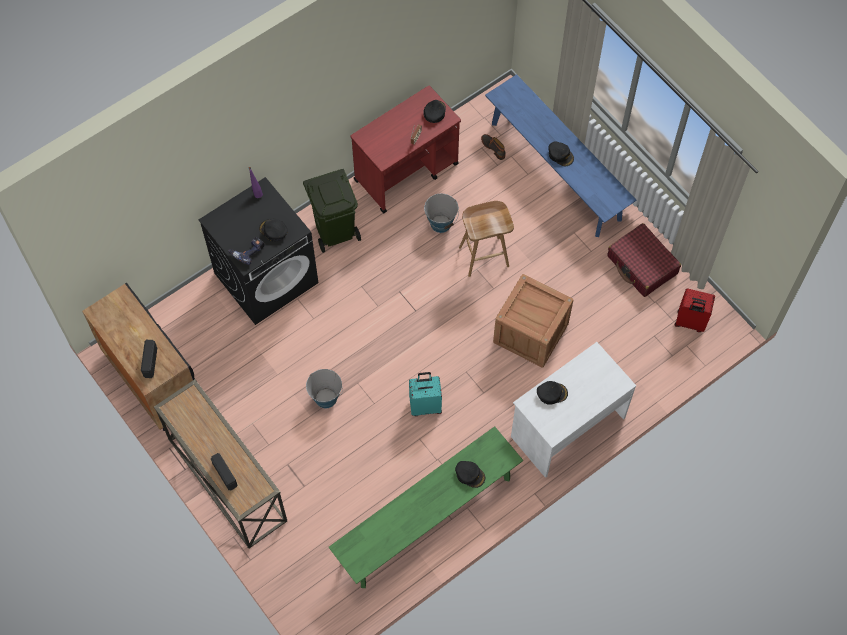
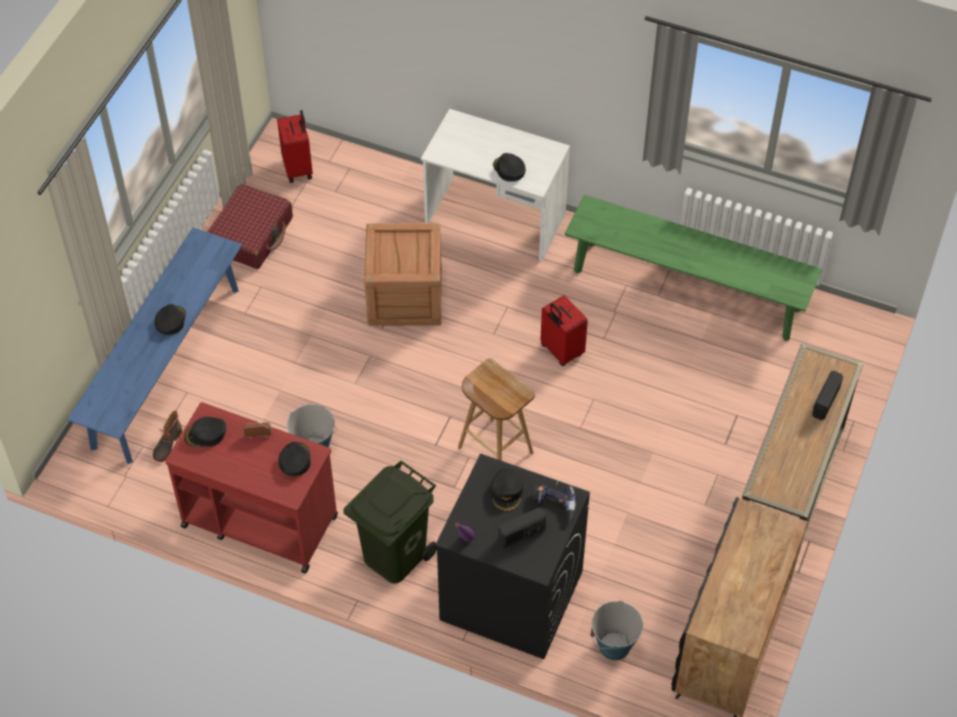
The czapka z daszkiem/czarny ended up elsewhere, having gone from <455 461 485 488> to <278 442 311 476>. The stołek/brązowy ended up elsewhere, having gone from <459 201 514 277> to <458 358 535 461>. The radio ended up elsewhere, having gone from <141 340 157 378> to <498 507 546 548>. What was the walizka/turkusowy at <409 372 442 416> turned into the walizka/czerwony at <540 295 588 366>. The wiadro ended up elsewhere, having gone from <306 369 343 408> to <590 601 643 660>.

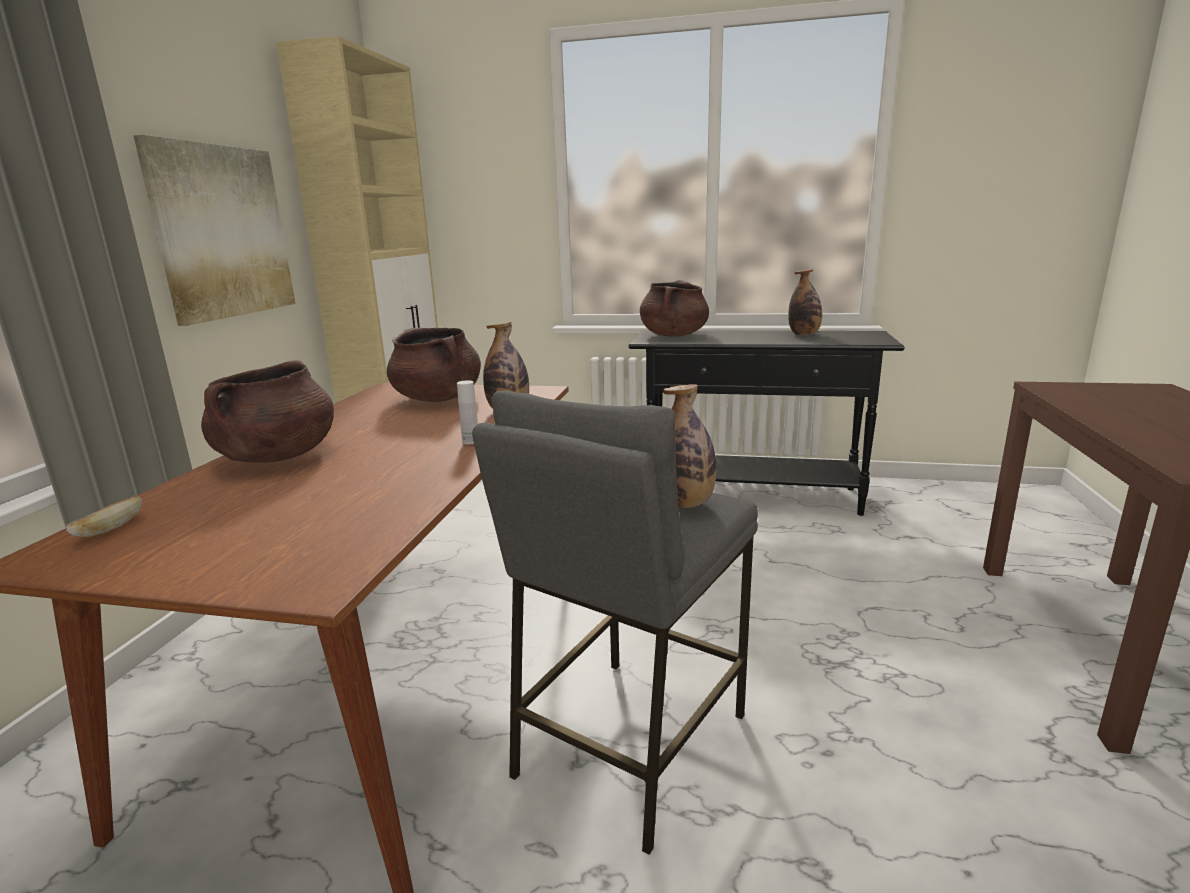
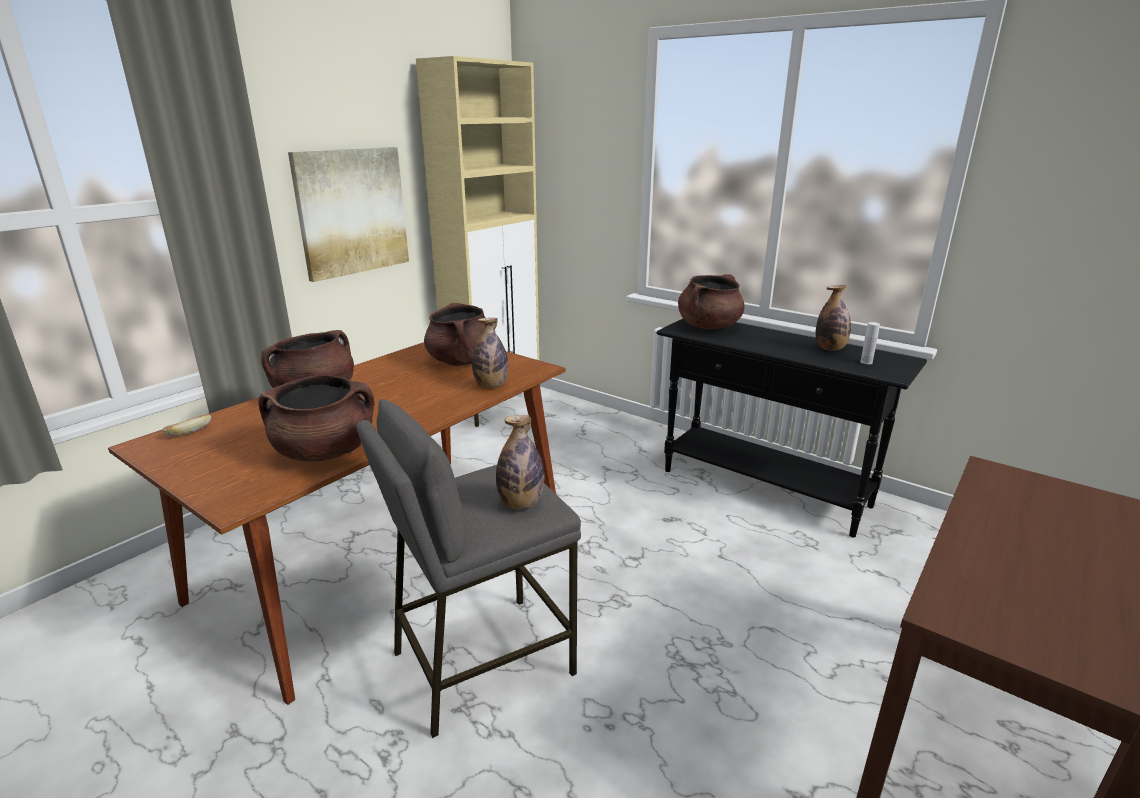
The second view gained the garnek/brązowy at <258 375 375 462>. The butelka/biały ended up elsewhere, having gone from <457 380 478 444> to <860 322 880 364>.

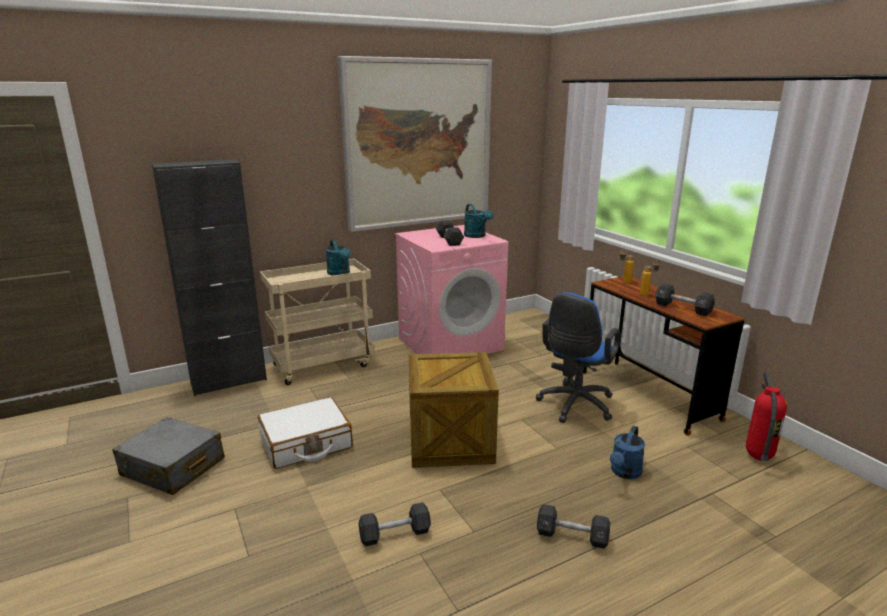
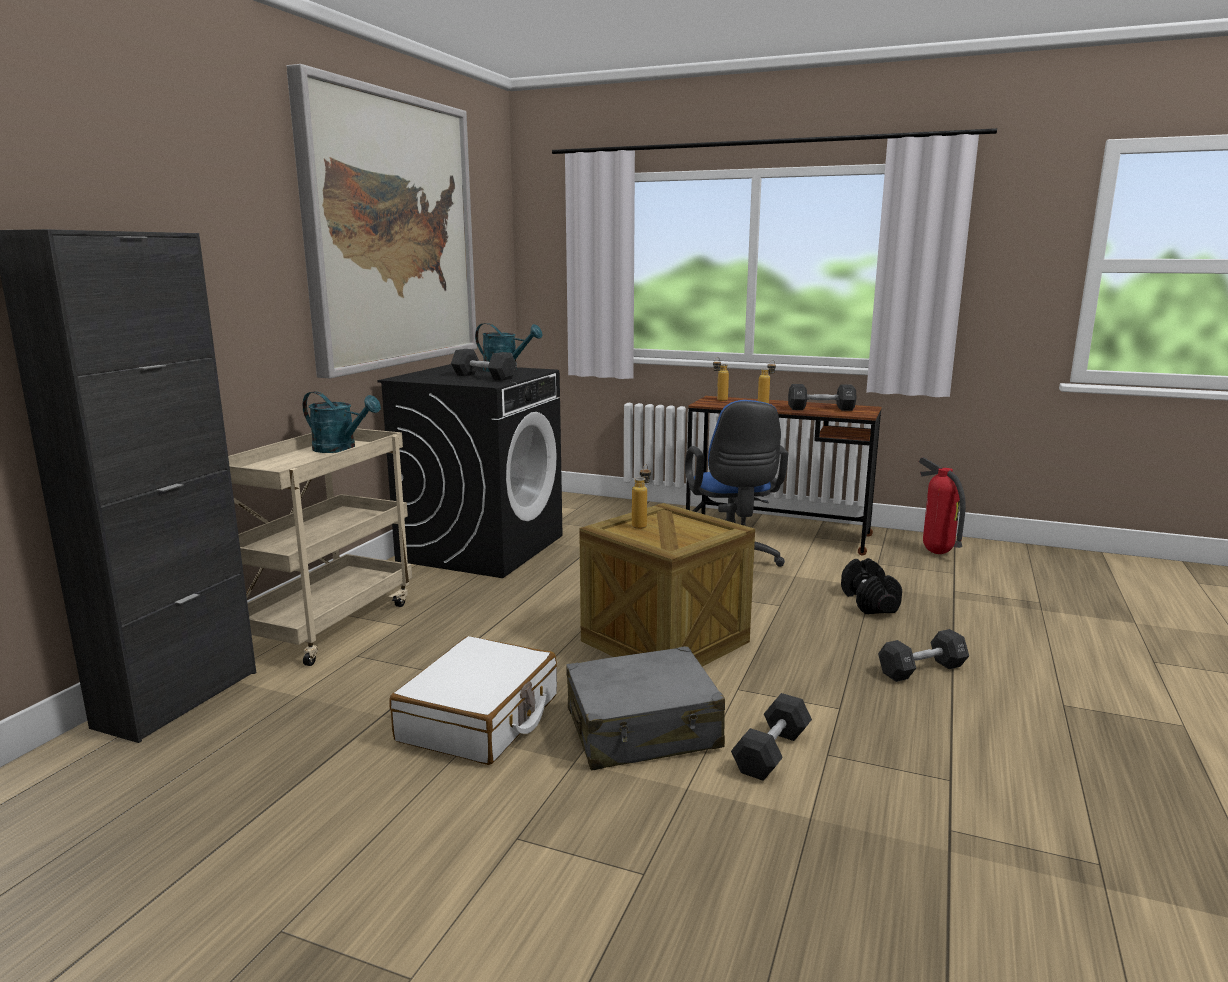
What was the pralka/różowy at <395 225 508 354> turned into the pralka/czarny at <377 364 563 578>. The walizka/szary ended up elsewhere, having gone from <112 417 225 495> to <566 646 725 770>. The second view gained the butelka at <632 464 651 529>. Where the konewka/niebieski stood at <610 426 645 479>, the hantel/czarny came to stand at <841 558 902 614>.

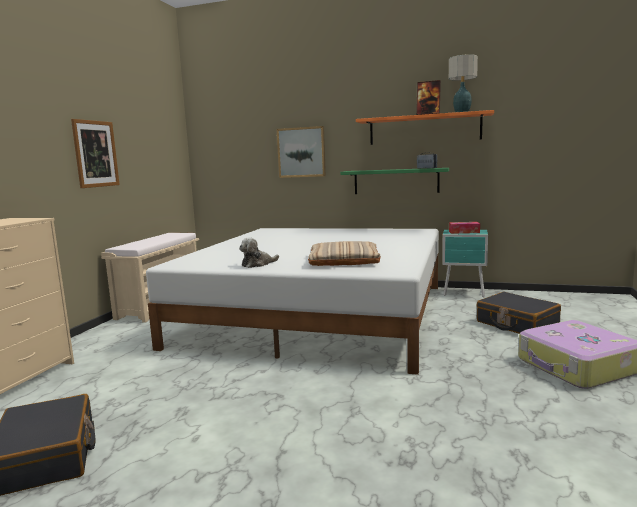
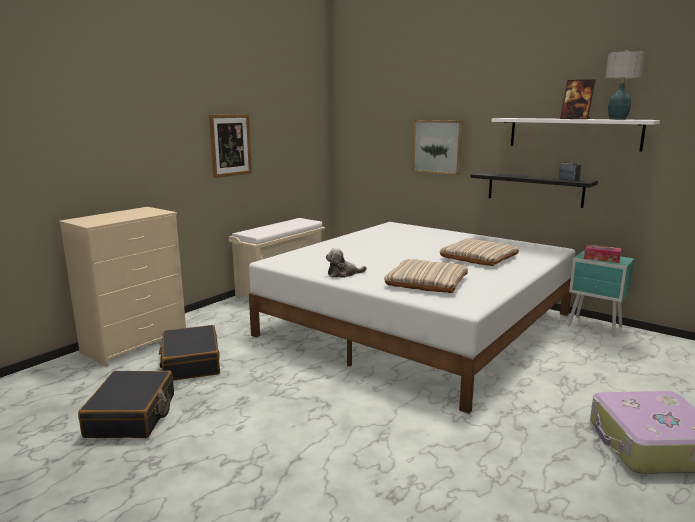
The walizka/czarny ended up elsewhere, having gone from <476 292 561 334> to <159 325 220 381>. The second view gained the poduszka/beżowy at <440 239 519 266>. What was the półka/zielony at <340 168 449 194> turned into the półka/czarny at <470 172 598 208>. What was the półka/pomarańczowy at <356 110 494 145> turned into the półka/biały at <491 118 660 151>.

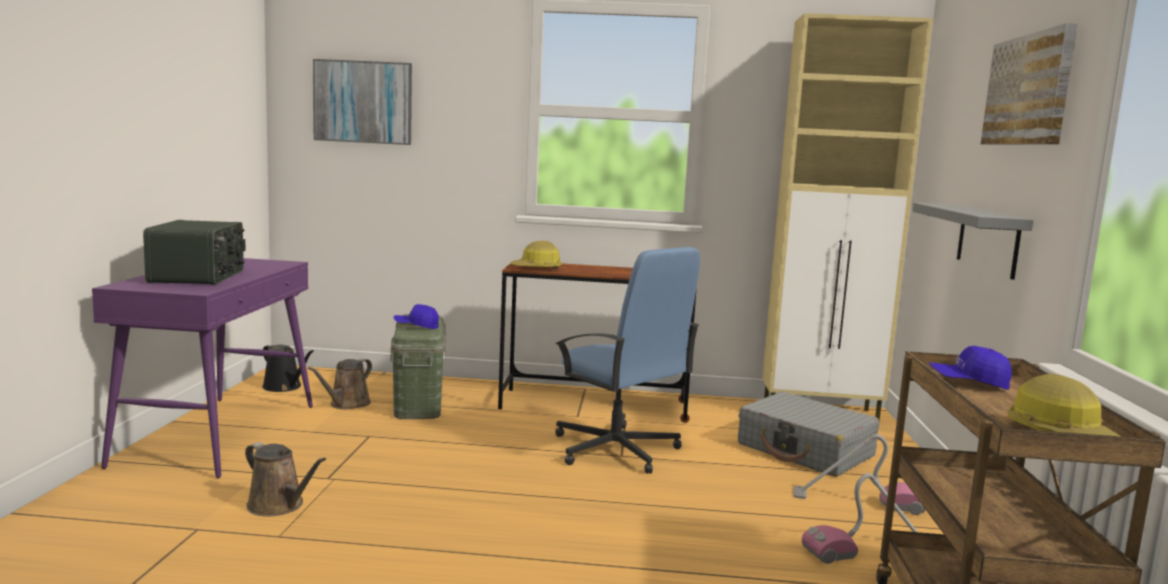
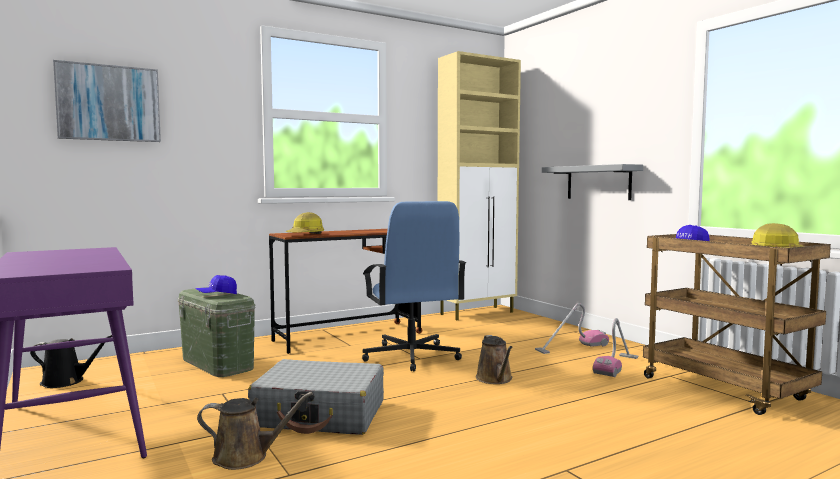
The walizka/szary ended up elsewhere, having gone from <738 391 879 477> to <248 359 384 435>. The krzesło biurowe/niebieski at <555 247 700 474> ended up facing another way, 60 degrees clockwise from before. The konewka/brązowy ended up elsewhere, having gone from <308 359 372 409> to <476 335 513 384>. The second view lost the radio at <143 220 246 285>. The second view lost the obraz at <981 23 1078 145>.

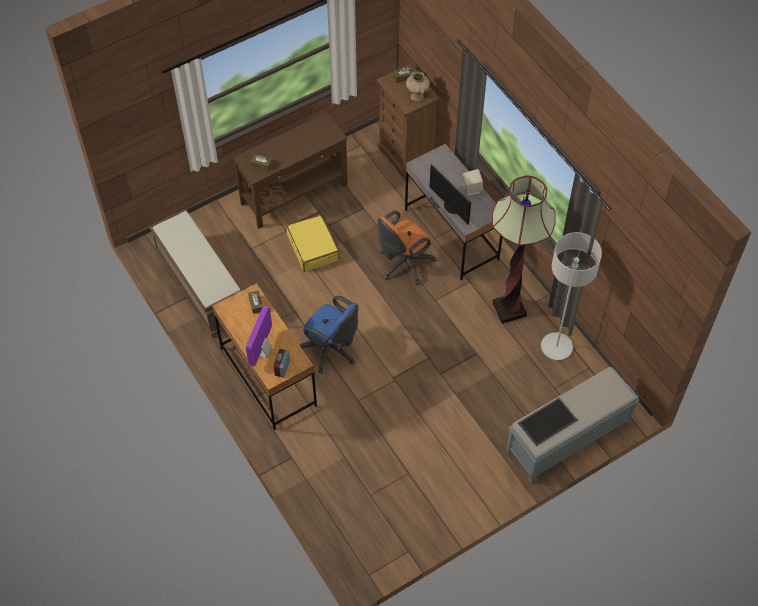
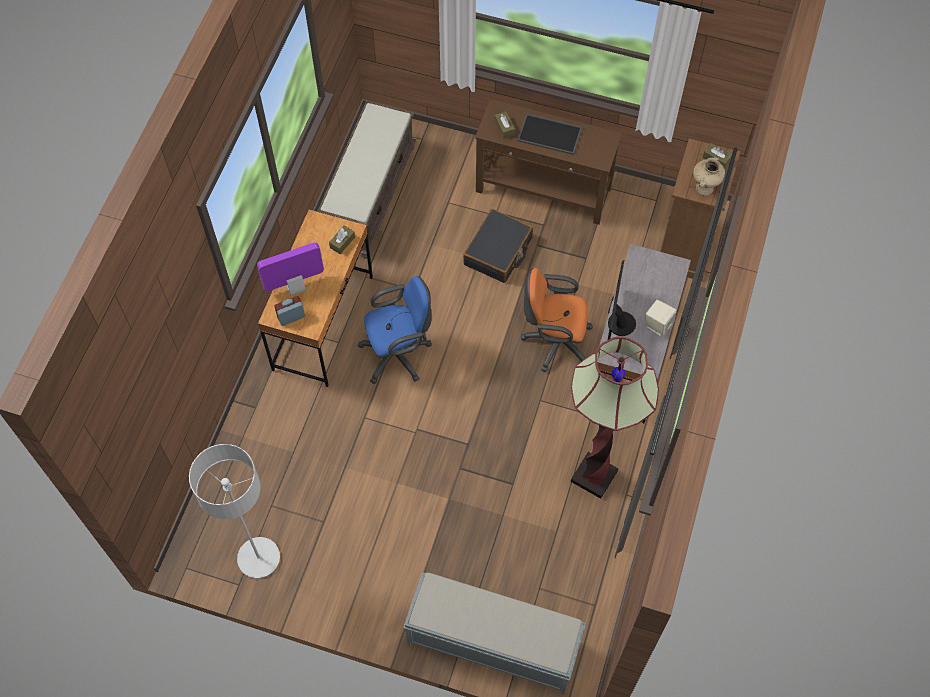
The lampa stojąca/szary ended up elsewhere, having gone from <541 232 602 360> to <189 444 280 578>. The krzesło biurowe/niebieski at <300 296 359 373> ended up facing another way, 105 degrees counterclockwise from before. What was the walizka/żółty at <286 215 339 272> turned into the walizka/czarny at <463 209 533 283>. The taca ended up elsewhere, having gone from <518 398 577 446> to <517 113 582 155>.

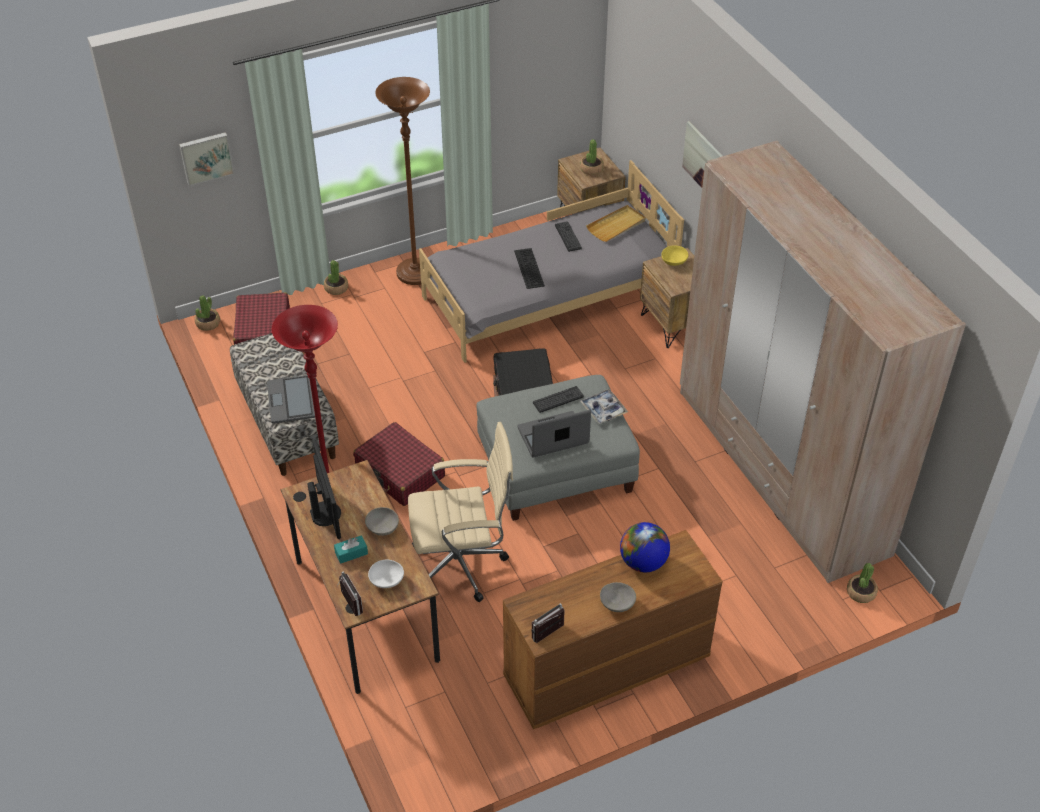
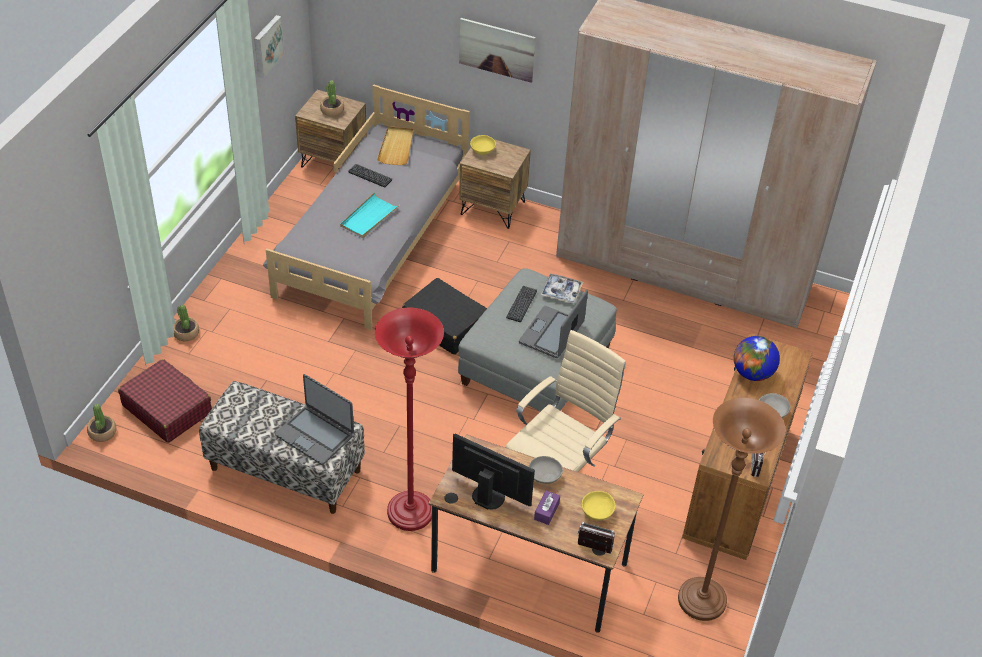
The obraz ended up elsewhere, having gone from <179 132 234 186> to <254 15 284 78>. Where the klawiatura stood at <514 248 545 289>, the taca/turkusowy came to stand at <340 192 400 238>. What was the pudełko chusteczek/turkusowy at <334 535 368 564> turned into the pudełko chusteczek/fioletowy at <534 491 560 525>. What was the miska/biały at <368 560 404 588> turned into the miska/żółty at <581 491 615 521>. The lampa stojąca/brązowy ended up elsewhere, having gone from <375 77 430 285> to <678 398 786 621>. The second view lost the walizka/czerwony at <353 422 445 506>. The second view lost the roślina doniczkowa at <847 563 878 603>.

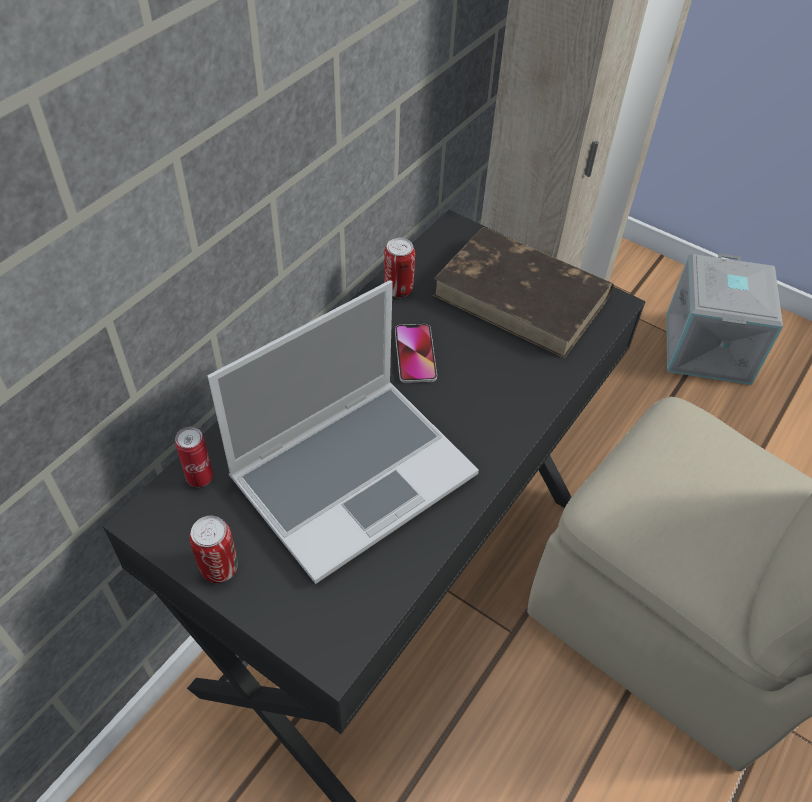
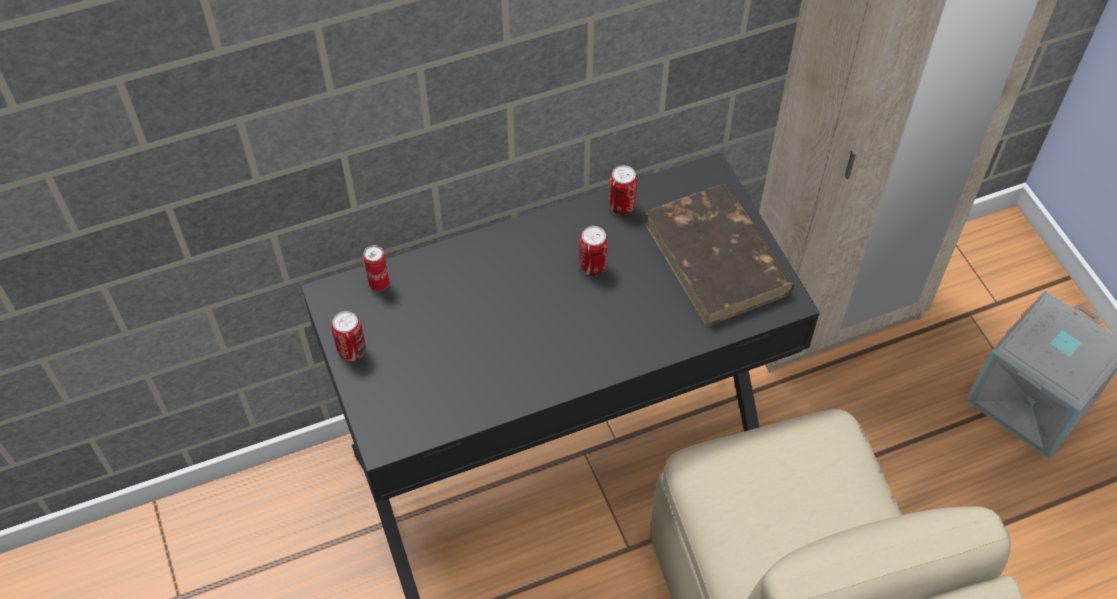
Where the telefon stood at <395 324 437 383>, the puszka came to stand at <579 226 608 276>. The second view lost the laptop at <207 280 479 584>.

